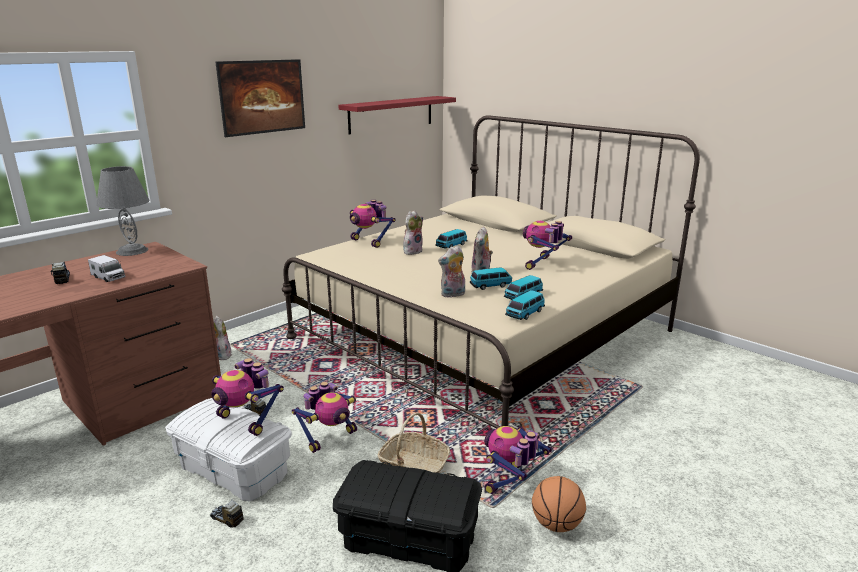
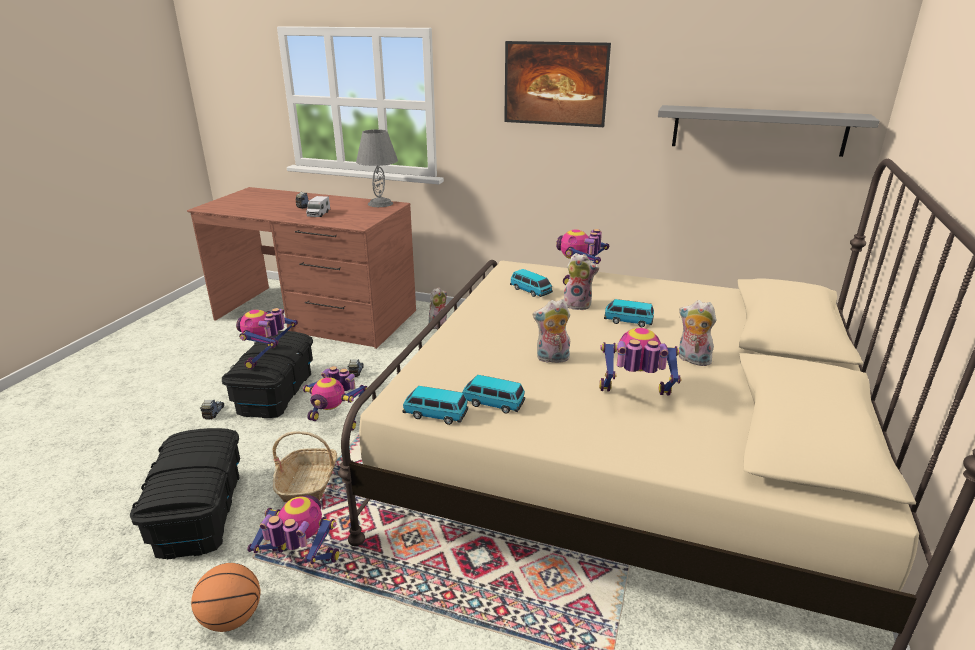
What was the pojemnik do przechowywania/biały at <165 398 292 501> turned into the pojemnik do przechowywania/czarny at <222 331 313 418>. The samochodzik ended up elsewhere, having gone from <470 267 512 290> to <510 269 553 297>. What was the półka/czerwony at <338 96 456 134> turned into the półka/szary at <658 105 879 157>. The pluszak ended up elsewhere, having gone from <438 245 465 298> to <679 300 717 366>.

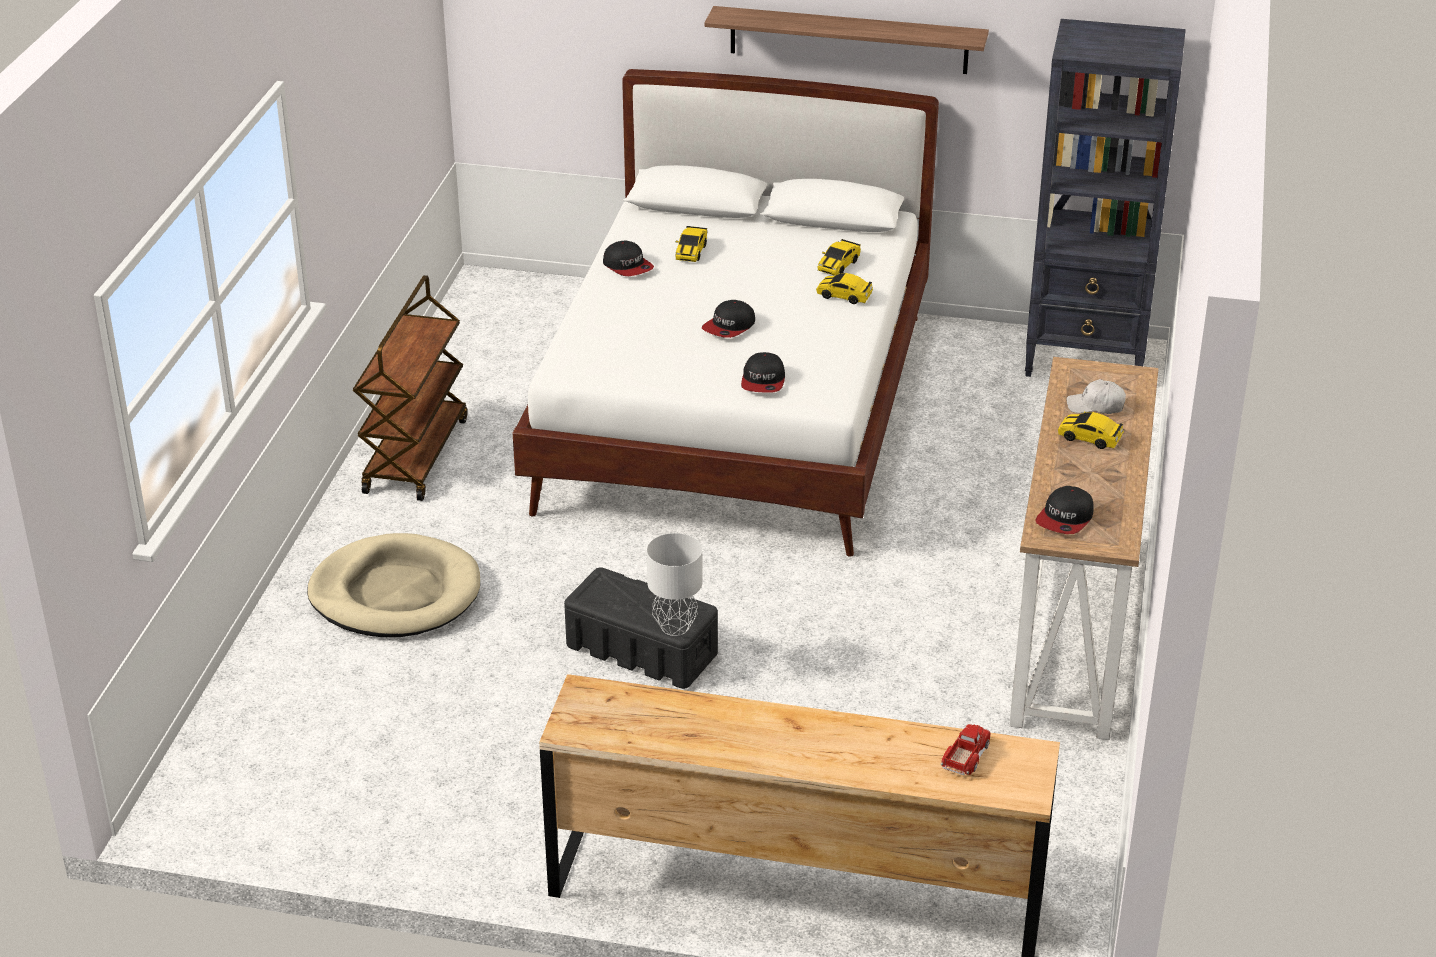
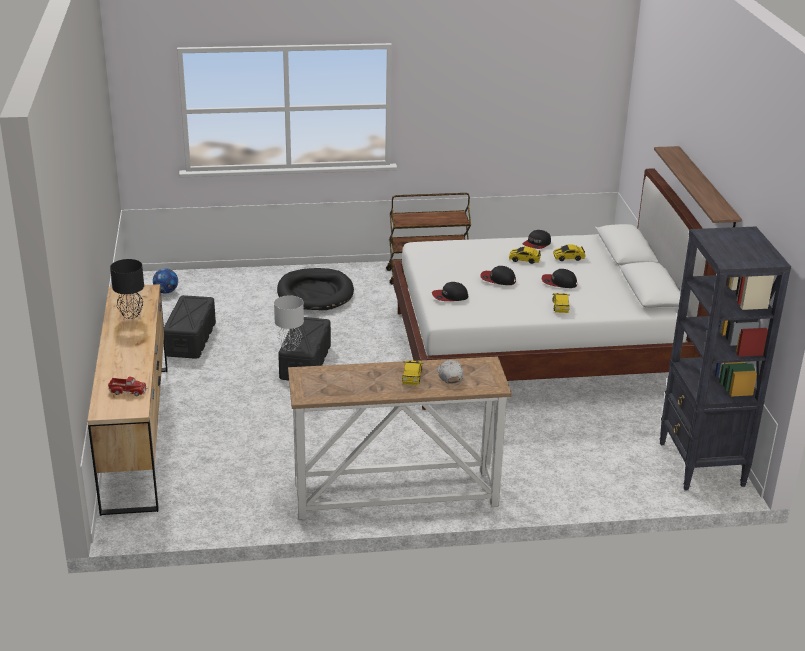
The second view gained the lampa stołowa/czarny at <110 259 144 319>. The second view gained the piłka futbolowa at <153 268 178 294>. The second view gained the pojemnik do przechowywania/czarny at <164 295 216 359>. What was the legowisko/beżowy at <307 533 480 637> turned into the legowisko/czarny at <277 268 354 310>. The samochodzik ended up elsewhere, having gone from <817 239 861 276> to <509 246 541 264>. The czapka z daszkiem ended up elsewhere, having gone from <1036 486 1094 534> to <542 269 577 288>.

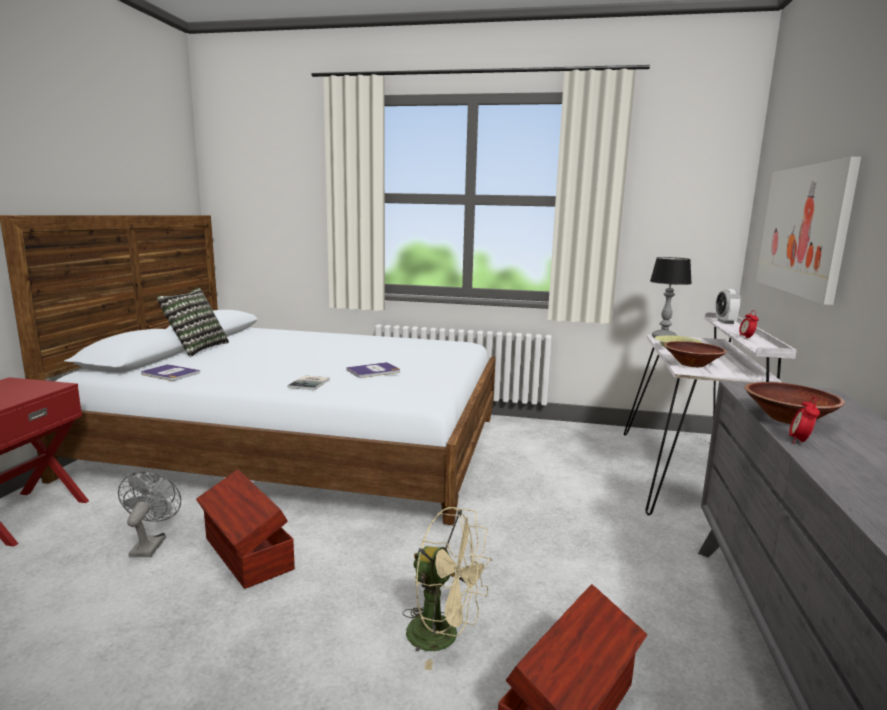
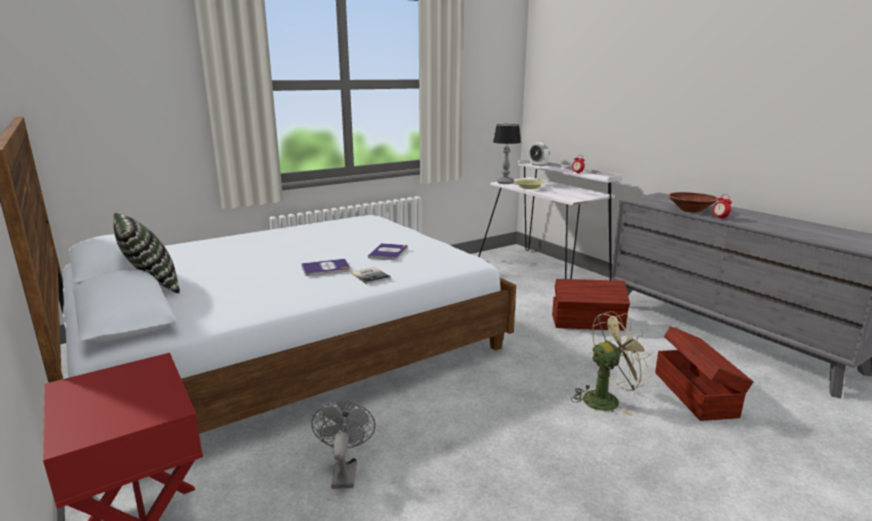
The książka ended up elsewhere, having gone from <141 364 200 381> to <301 259 351 276>. The wentylator/szary at <118 472 181 557> ended up facing another way, 45 degrees clockwise from before. The pojemnik do przechowywania/brązowy ended up elsewhere, having gone from <196 470 295 589> to <552 279 630 331>. The second view lost the miska/brązowy at <664 341 727 367>. The second view lost the obraz at <756 157 861 305>.

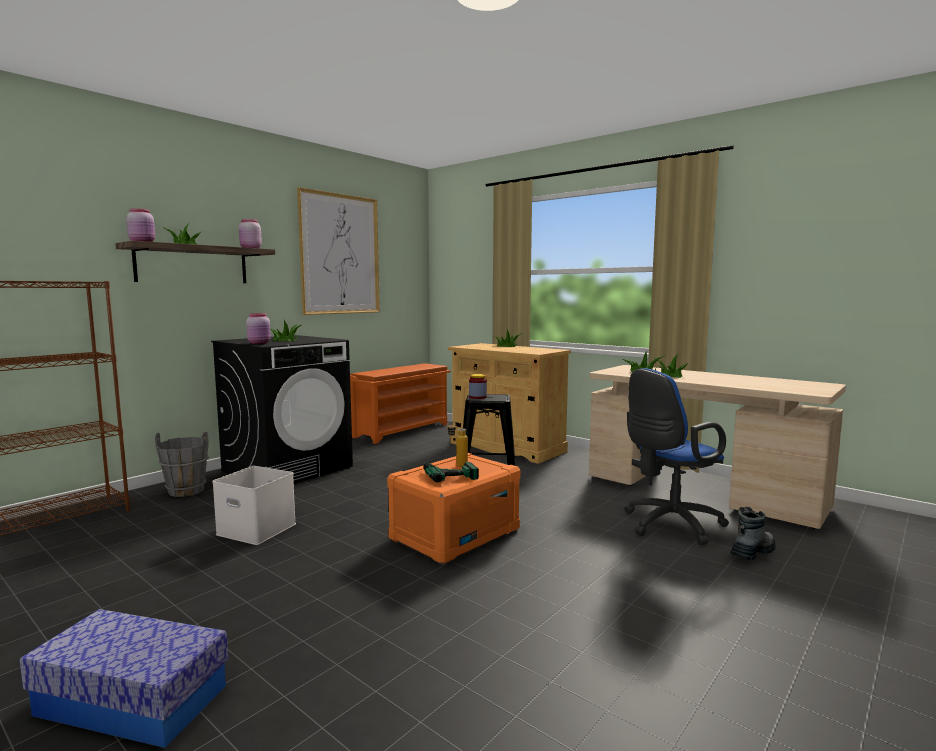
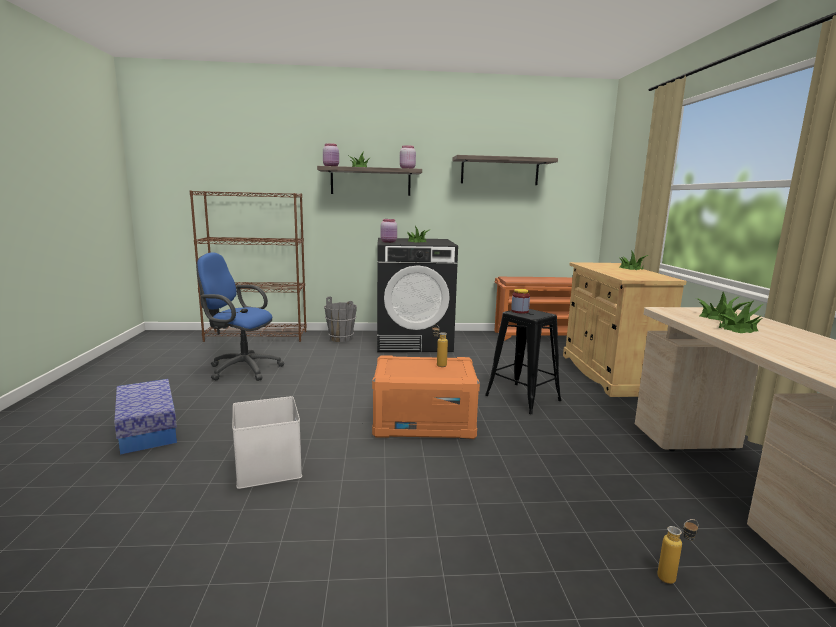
The krzesło biurowe/niebieski ended up elsewhere, having gone from <624 368 729 545> to <196 252 284 381>. The pojemnik do przechowywania/biały ended up elsewhere, having gone from <212 466 296 545> to <232 396 302 489>. Where the obraz hung at <297 187 380 315>, the półka came to hang at <453 155 558 185>. Where the but z cholewką stood at <730 507 776 560>, the butelka came to stand at <657 519 698 584>. The second view lost the wiertarka at <423 462 479 483>.

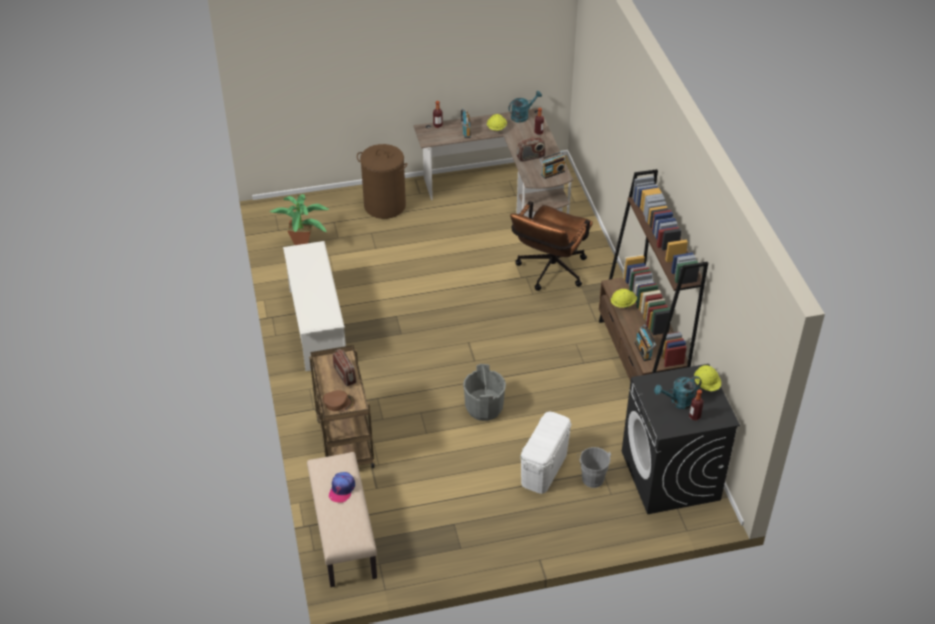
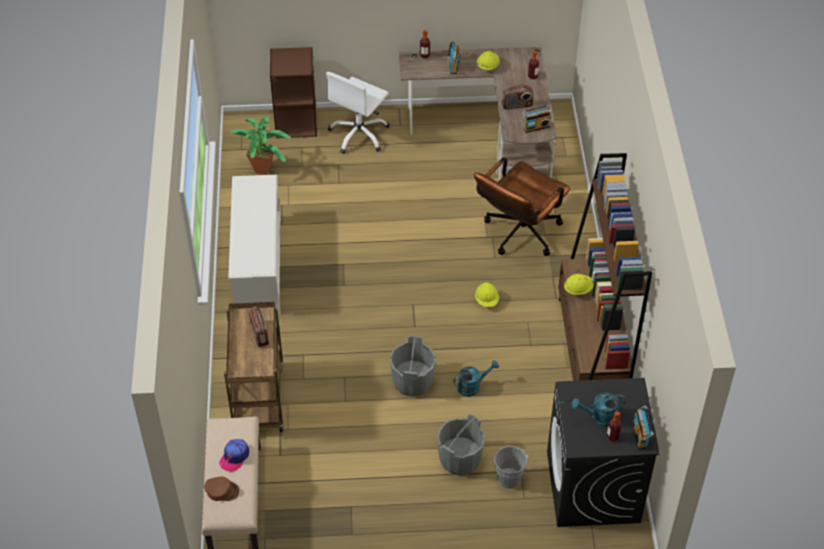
The czapka z daszkiem/brązowy ended up elsewhere, having gone from <323 390 355 411> to <204 477 239 501>. The second view gained the regał/brązowy at <270 47 317 138>. Where the kosz na pranie/brązowy stood at <357 144 408 219>, the krzesło biurowe/biały came to stand at <326 72 390 154>. Where the pojemnik do przechowywania/biały stood at <520 411 571 494>, the wiadro/szary came to stand at <437 414 485 475>. The konewka/turkusowy ended up elsewhere, having gone from <509 91 542 123> to <453 360 499 397>. The kask/żółty ended up elsewhere, having gone from <694 365 721 391> to <475 283 499 307>. The radio ended up elsewhere, having gone from <635 324 656 361> to <632 406 654 450>.

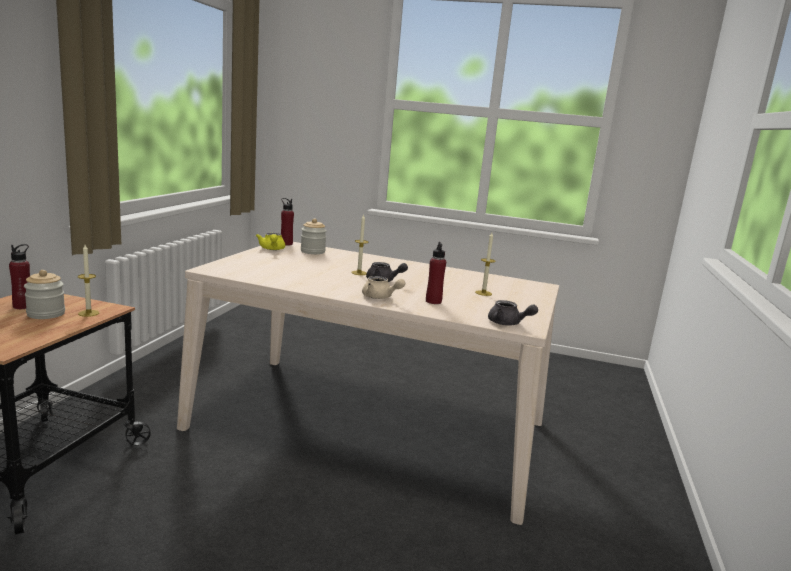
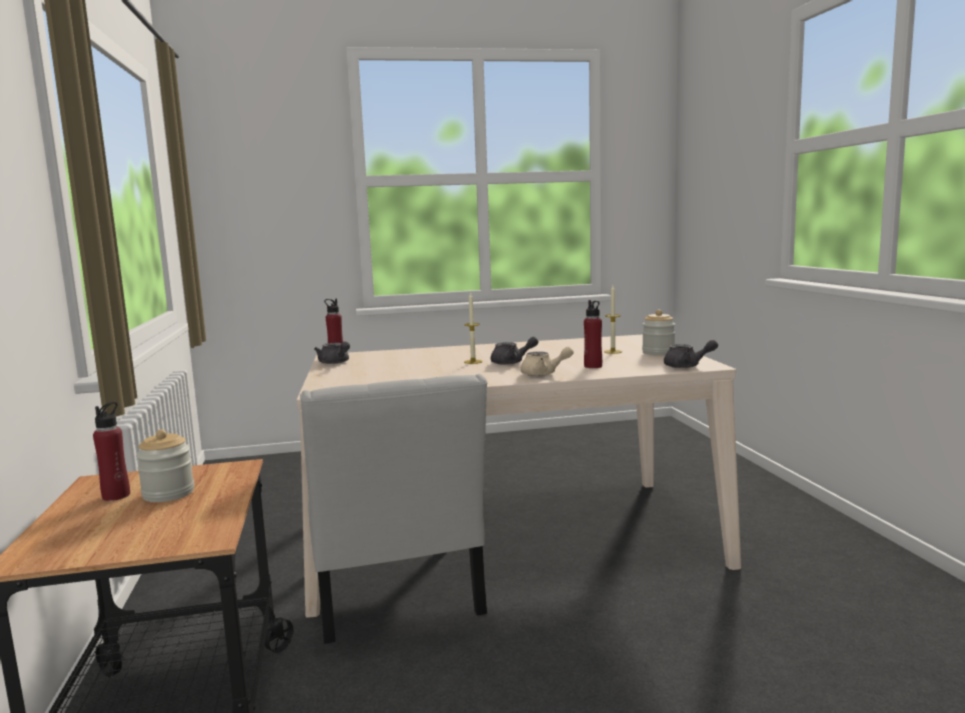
The second view gained the krzesło/biały at <300 374 487 644>. What was the imbryk/żółty at <256 233 285 250> turned into the imbryk/szary at <314 341 350 364>. The słoik ended up elsewhere, having gone from <301 219 327 254> to <642 310 675 355>. The second view lost the świeca at <78 245 99 317>.

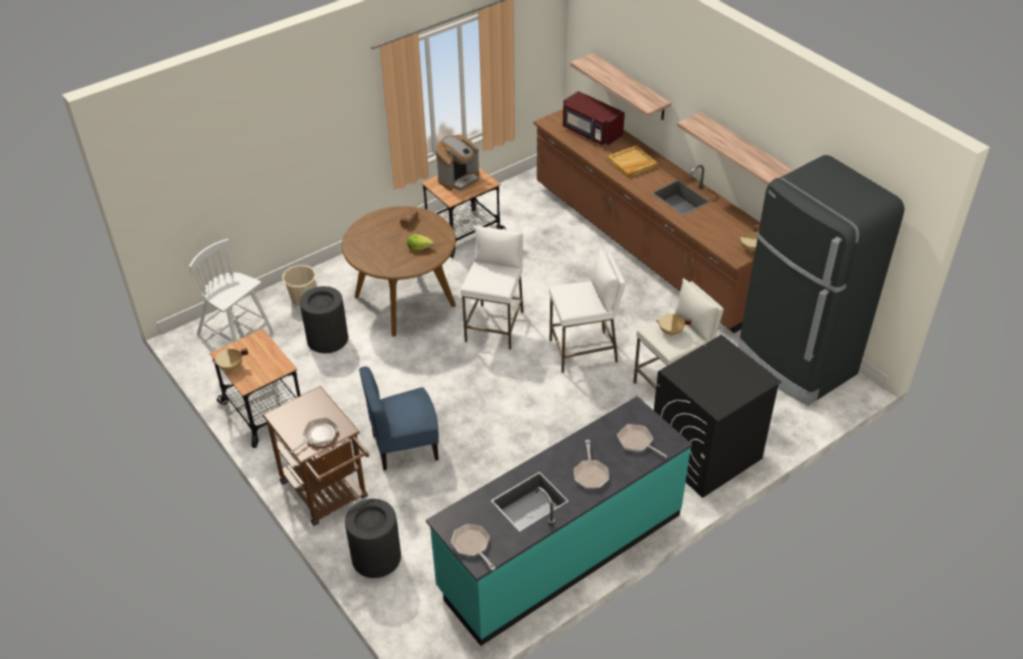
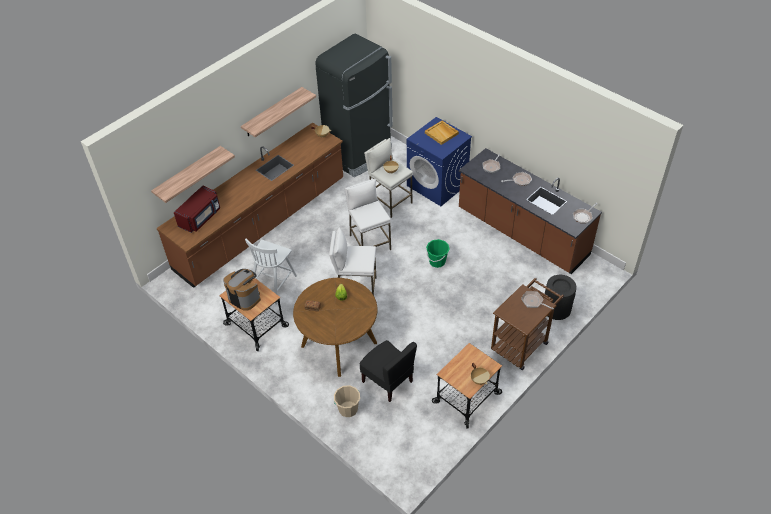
The krzesło/biały ended up elsewhere, having gone from <189 239 273 342> to <245 239 297 305>. Where the kosz na śmieci/czarny stood at <300 286 348 353>, the krzesło/czarny came to stand at <359 340 417 402>. What was the pralka/czarny at <654 335 782 498> turned into the pralka/niebieski at <407 117 472 206>. The taca/beżowy ended up elsewhere, having gone from <607 145 658 178> to <425 121 459 145>. The second view gained the wiadro/zielony at <426 239 450 268>. What was the zabudowa kuchenna/turkusowy at <426 396 692 646> turned into the zabudowa kuchenna/brązowy at <459 148 602 274>. The second view lost the krzesło/niebieski at <359 366 439 470>.

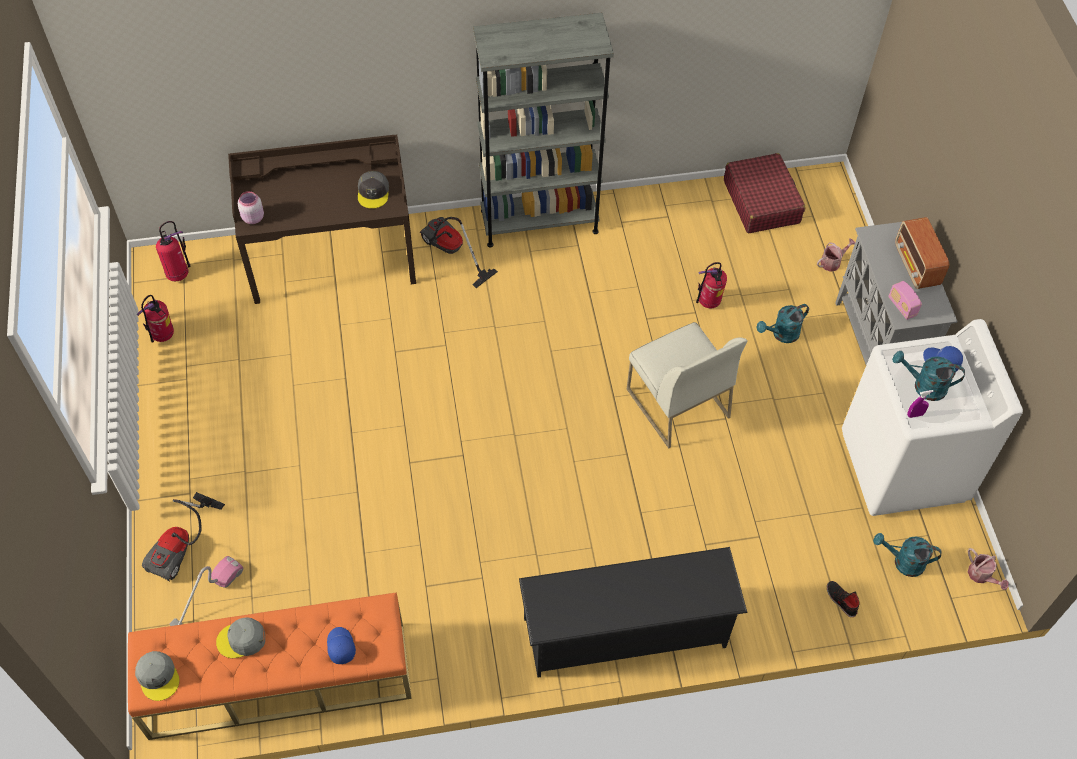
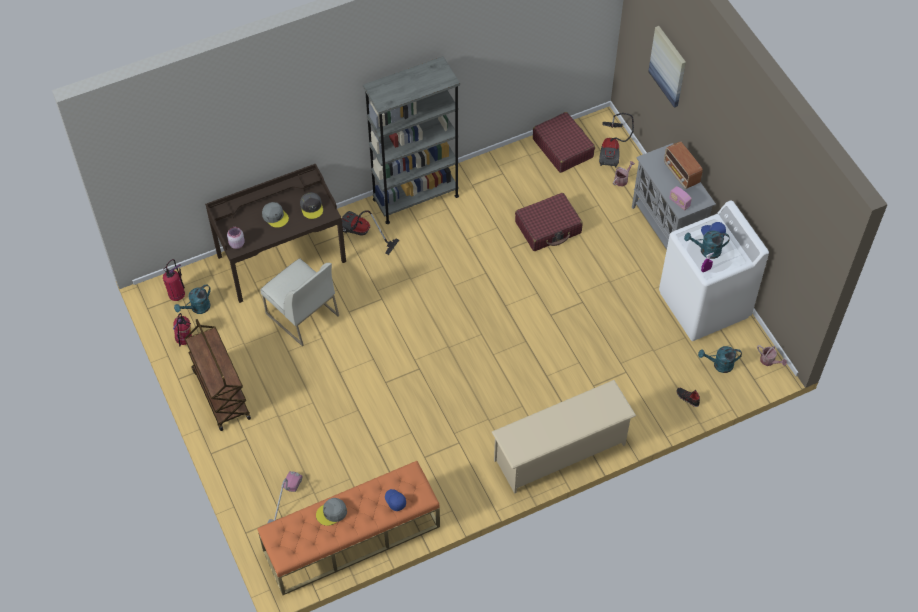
The konewka/turkusowy ended up elsewhere, having gone from <757 304 809 343> to <174 284 211 314>. The second view gained the wózek/brązowy at <184 319 251 431>. The krzesło/biały ended up elsewhere, having gone from <627 322 748 448> to <260 258 339 346>. The czapka z daszkiem/szary ended up elsewhere, having gone from <135 651 180 701> to <262 202 289 228>. What was the regał na buty/czarny at <519 547 747 677> turned into the regał na buty/beżowy at <492 380 636 494>. Where the gaśnica stood at <696 262 727 309>, the walizka/czerwony came to stand at <515 193 582 251>. The odkurzacz ended up elsewhere, having gone from <142 492 225 582> to <599 113 634 167>. The second view gained the obraz at <648 26 686 108>.

